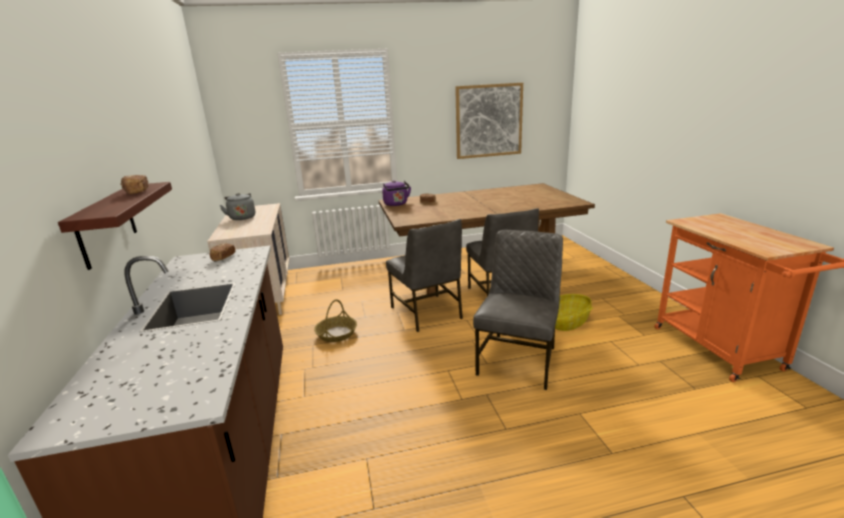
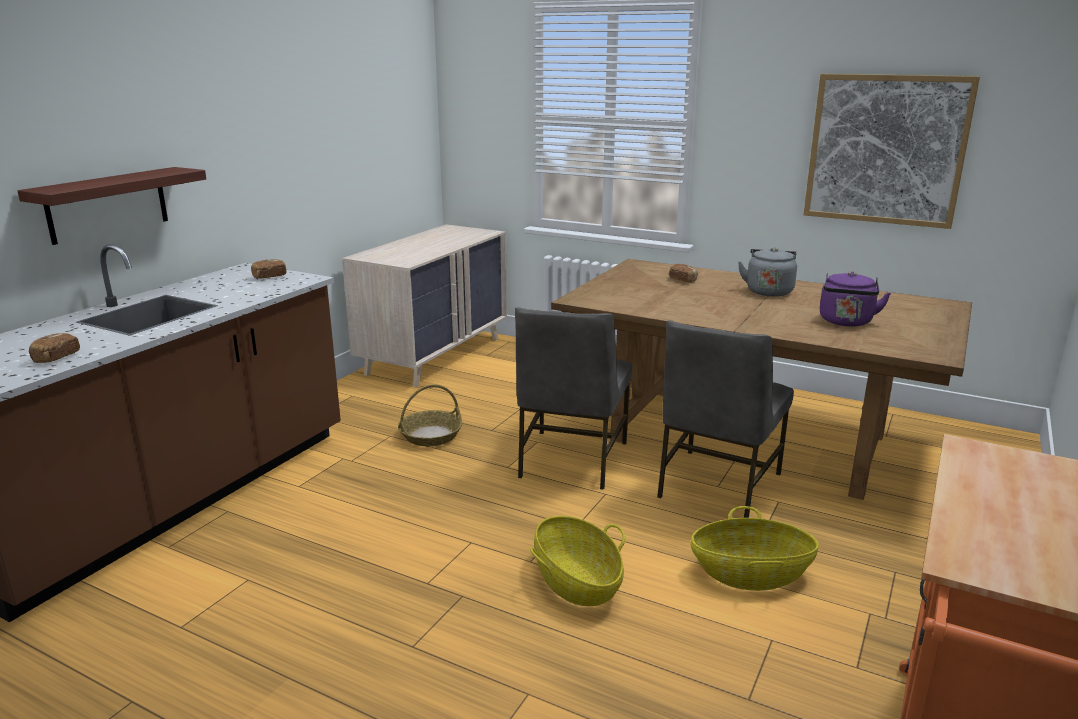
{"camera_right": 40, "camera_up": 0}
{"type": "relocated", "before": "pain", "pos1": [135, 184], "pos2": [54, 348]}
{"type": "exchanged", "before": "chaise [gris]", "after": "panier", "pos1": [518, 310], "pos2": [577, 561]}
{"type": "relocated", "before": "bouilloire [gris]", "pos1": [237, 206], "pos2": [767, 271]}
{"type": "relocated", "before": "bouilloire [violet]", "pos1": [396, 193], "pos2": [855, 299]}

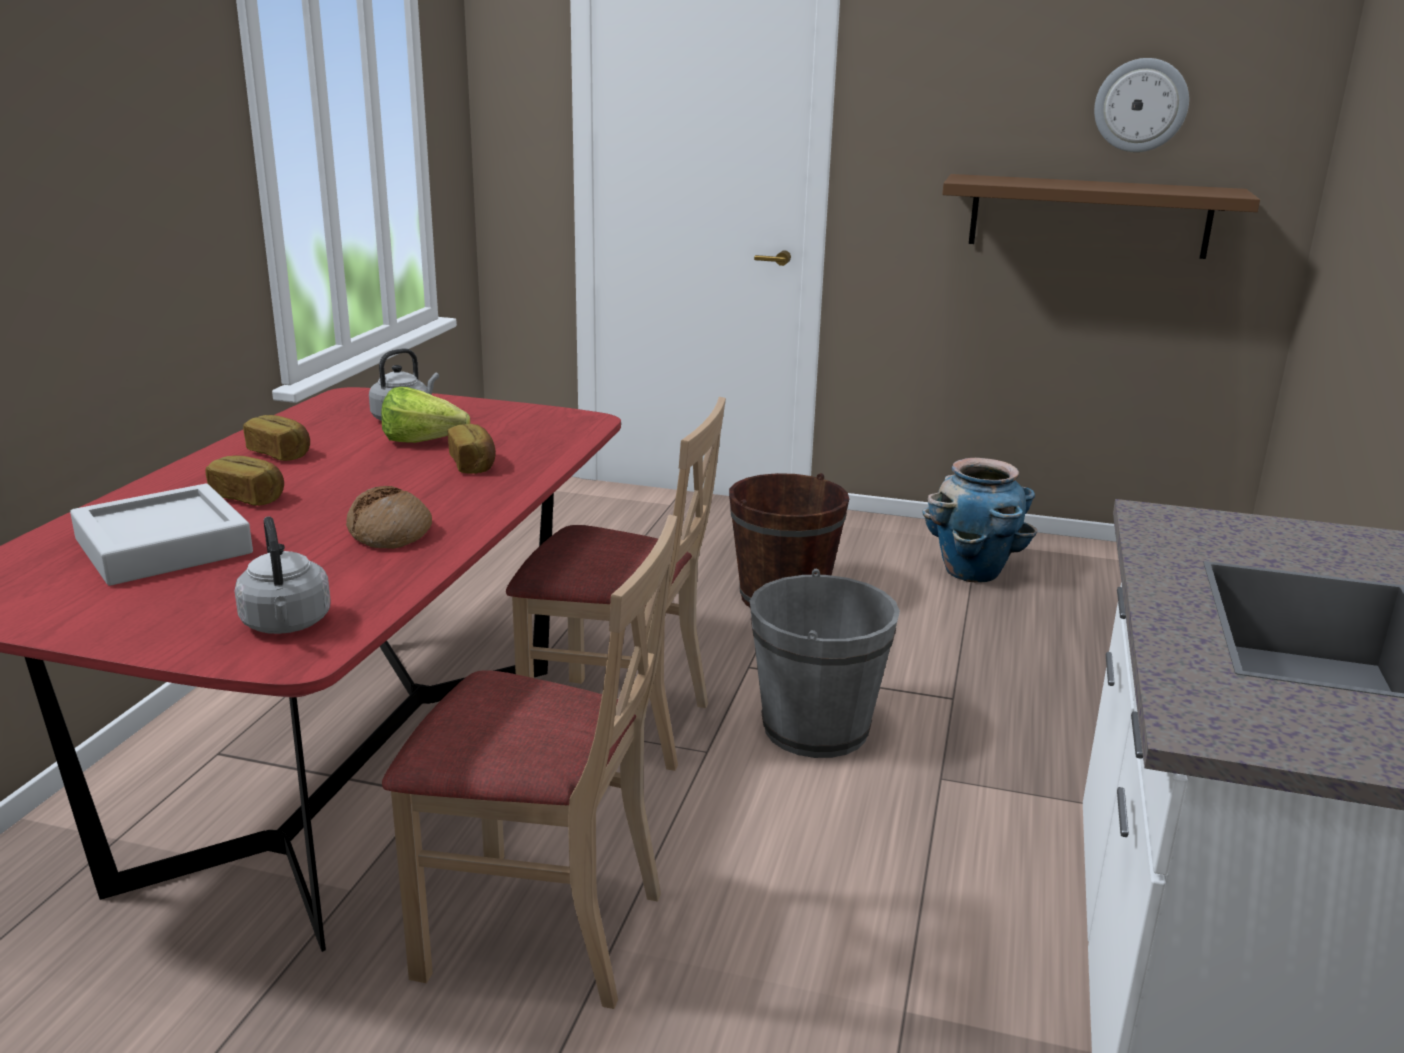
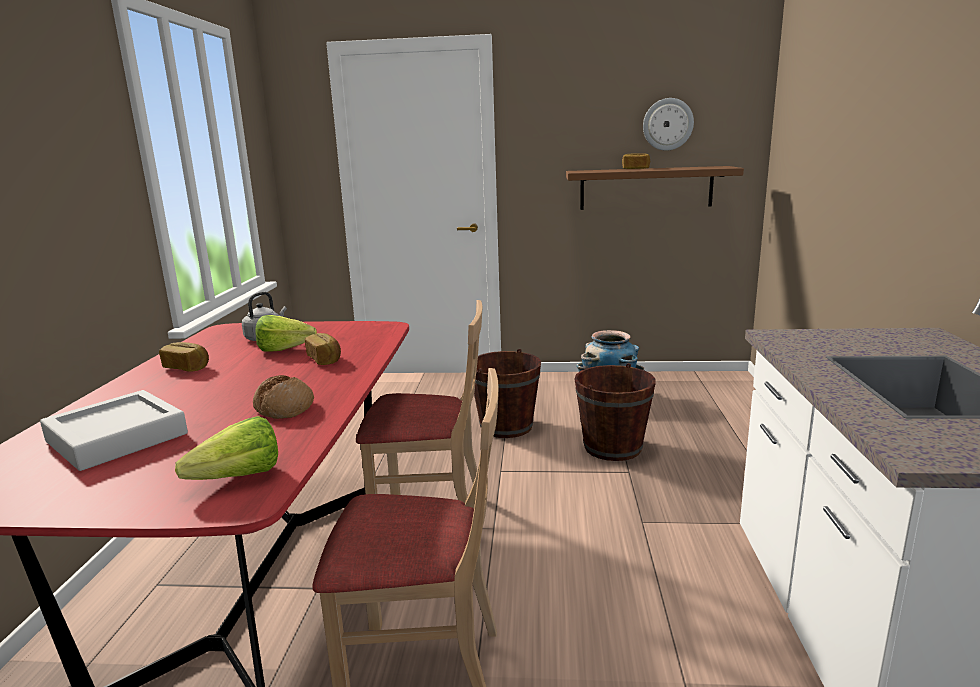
{"camera_right": -10, "camera_up": -5}
{"type": "exchanged", "before": "bouilloire [gris]", "after": "laitue", "pos1": [283, 575], "pos2": [226, 448]}
{"type": "appeared", "after": "seau [marron]", "pos2": [615, 412]}
{"type": "relocated", "before": "pain", "pos1": [244, 481], "pos2": [636, 161]}
{"type": "missing", "before": "seau [gris]", "pos1": [825, 663]}

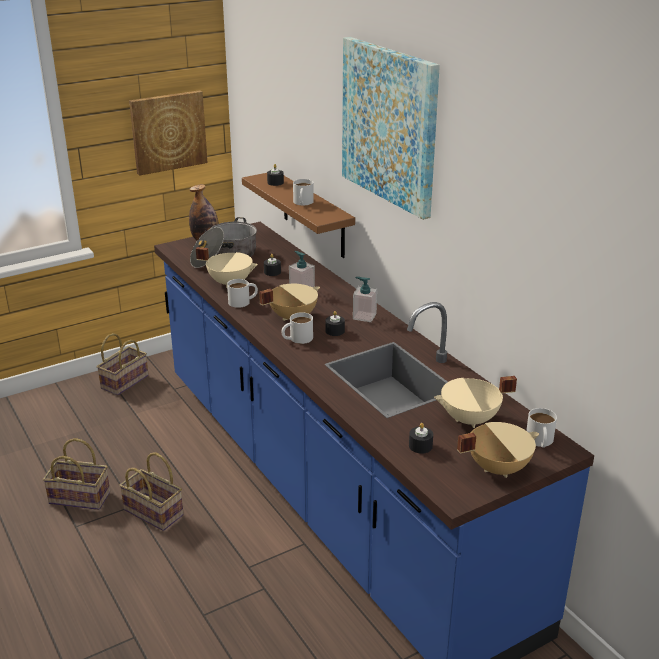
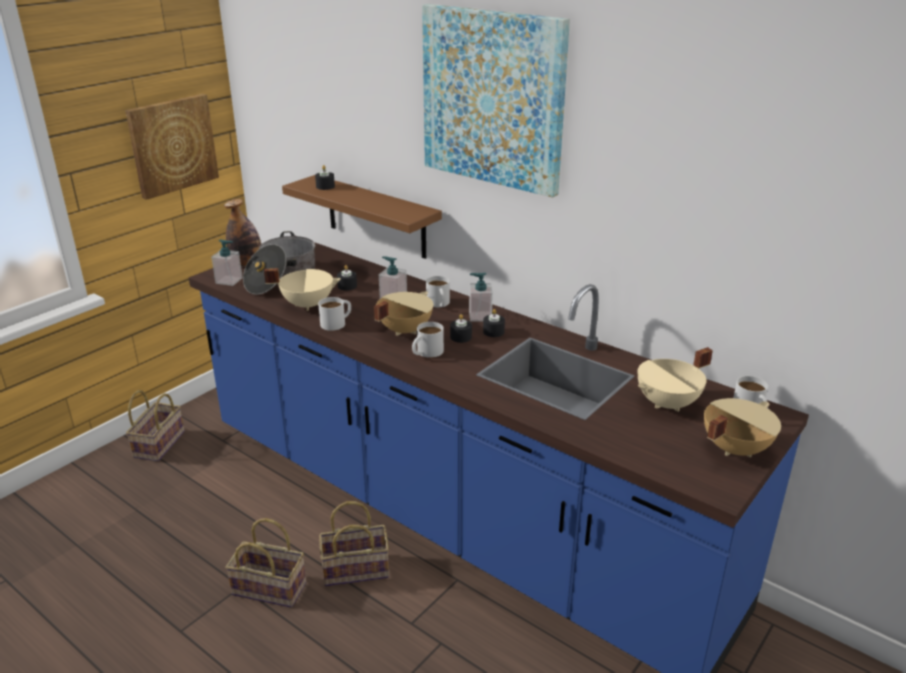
{"camera_right": -20, "camera_up": 0}
{"type": "appeared", "after": "distributeur de savon", "pos2": [227, 262]}
{"type": "relocated", "before": "panier", "pos1": [76, 474], "pos2": [354, 543]}
{"type": "relocated", "before": "mug [blanc]", "pos1": [303, 192], "pos2": [438, 292]}
{"type": "relocated", "before": "bougie [noir]", "pos1": [421, 438], "pos2": [494, 323]}

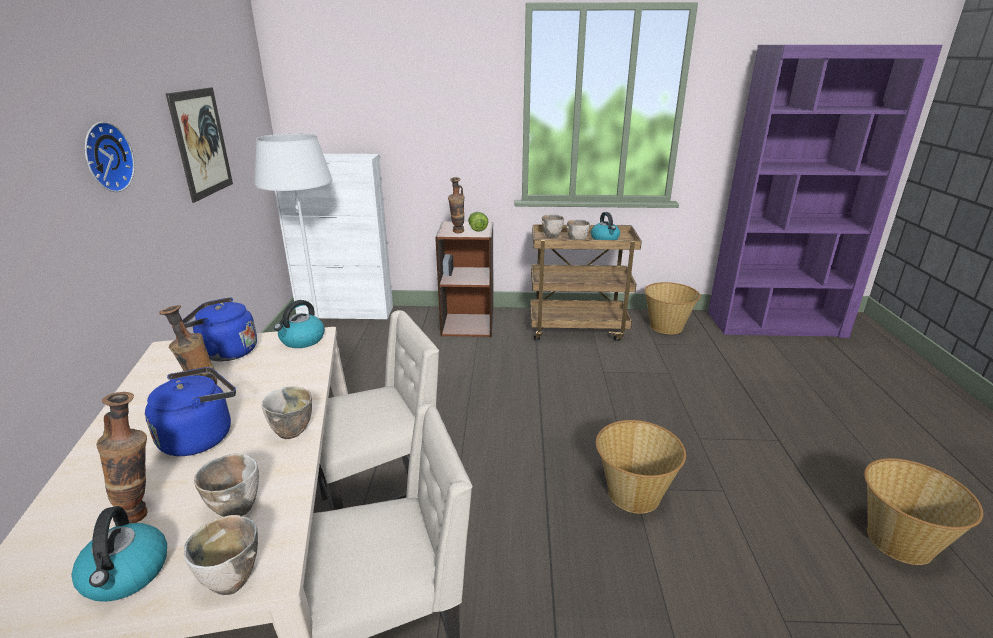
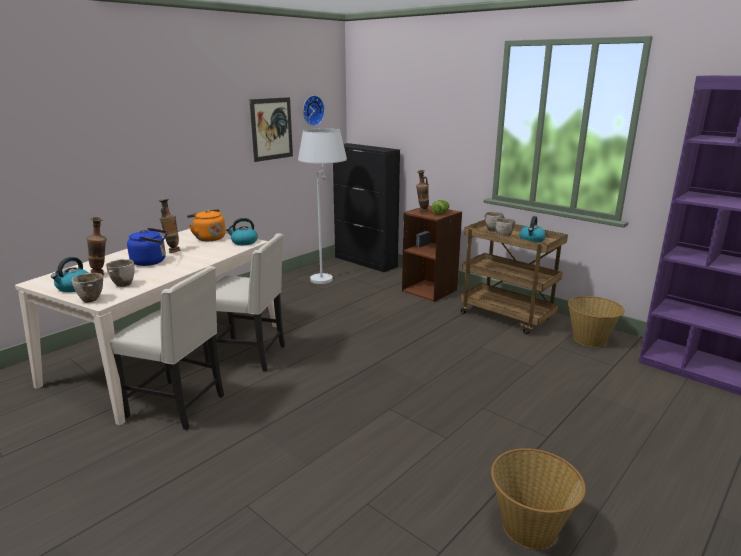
{"camera_right": 40, "camera_up": -5}
{"type": "colour", "before": "bouilloire [bleu]", "after": "bouilloire [orange]", "pos1": [219, 329], "pos2": [206, 225]}
{"type": "relocated", "before": "horloge murale", "pos1": [110, 157], "pos2": [314, 110]}
{"type": "colour", "before": "meuble de rangement [blanc]", "after": "meuble de rangement [noir]", "pos1": [334, 236], "pos2": [366, 207]}
{"type": "missing", "before": "bol", "pos1": [287, 412]}
{"type": "missing", "before": "panier", "pos1": [641, 467]}

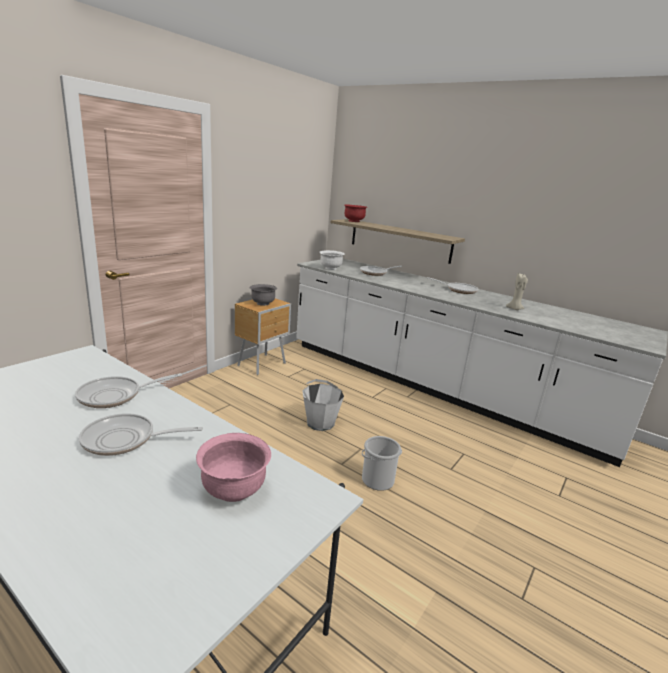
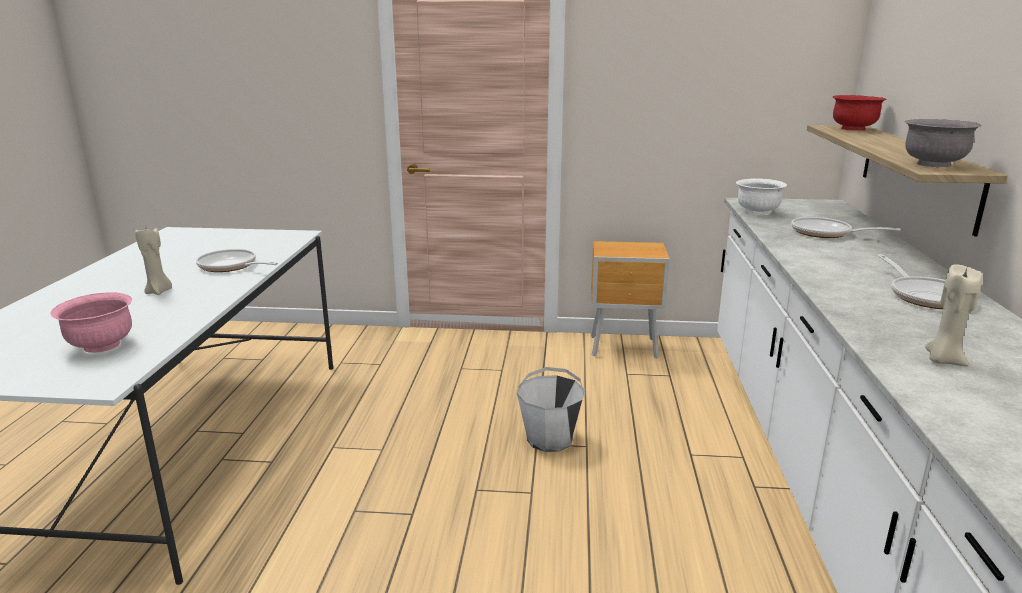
{"camera_right": 60, "camera_up": 0}
{"type": "exchanged", "before": "poêle", "after": "bougie [beige]", "pos1": [141, 434], "pos2": [153, 261]}
{"type": "relocated", "before": "bol [gris]", "pos1": [263, 295], "pos2": [943, 143]}
{"type": "missing", "before": "seau", "pos1": [382, 463]}

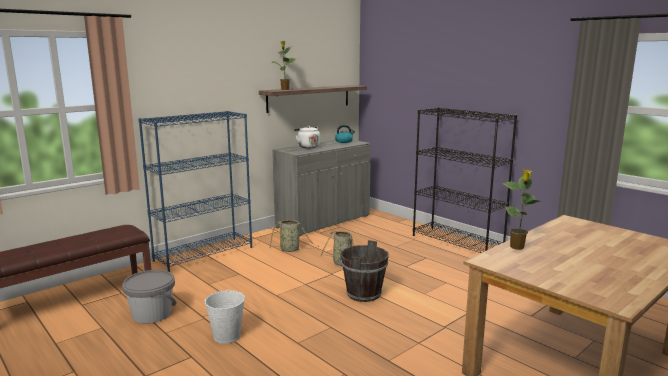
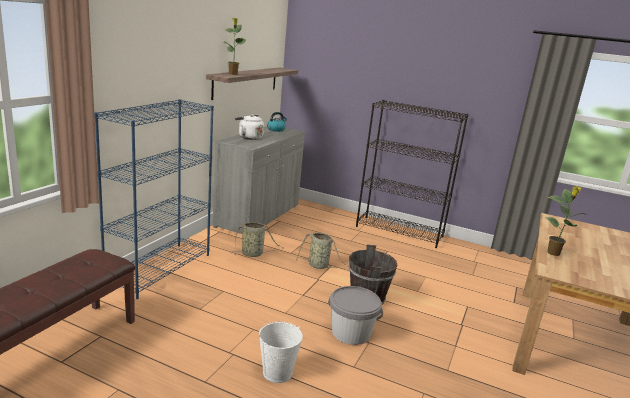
{"camera_right": -25, "camera_up": 5}
{"type": "relocated", "before": "seau [gris]", "pos1": [149, 297], "pos2": [355, 315]}

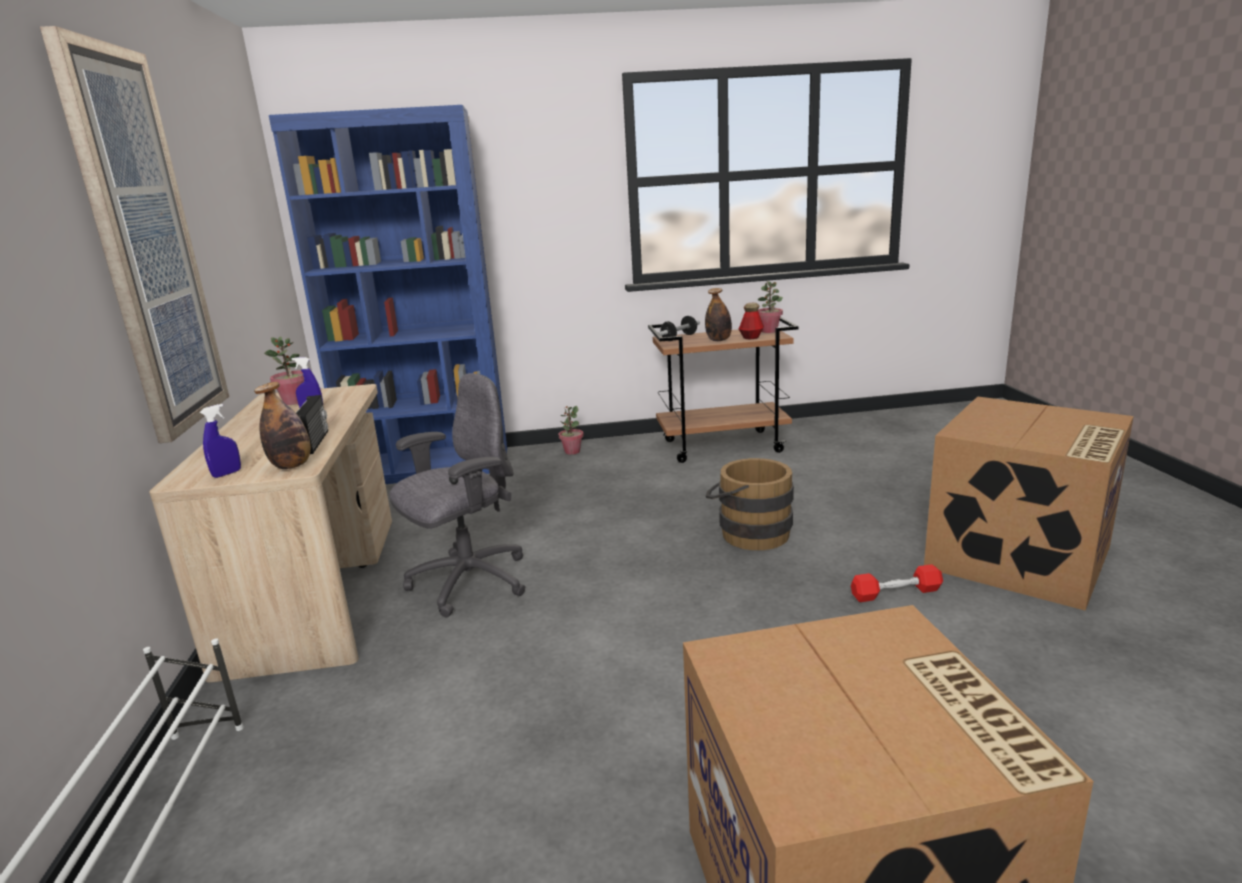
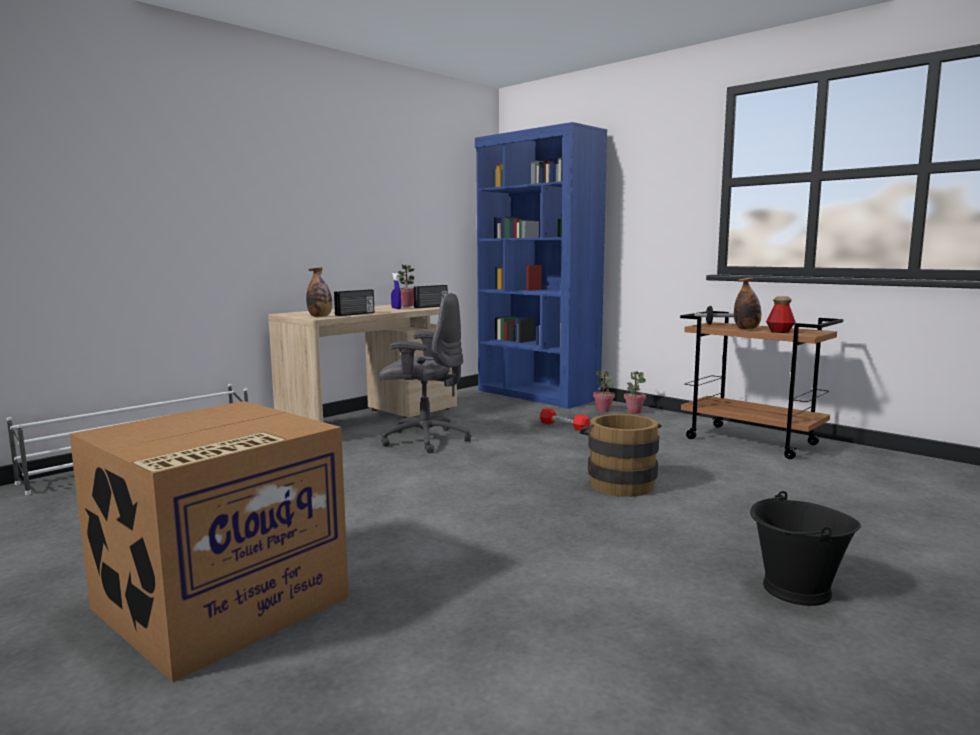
{"camera_right": 50, "camera_up": -10}
{"type": "appeared", "after": "radio", "pos2": [431, 296]}
{"type": "relocated", "before": "haltère [rouge]", "pos1": [897, 583], "pos2": [565, 419]}
{"type": "relocated", "before": "plante en pot", "pos1": [770, 307], "pos2": [604, 391]}
{"type": "exchanged", "before": "carton", "after": "seau [noir]", "pos1": [1029, 503], "pos2": [805, 548]}
{"type": "missing", "before": "tableau", "pos1": [134, 234]}
{"type": "missing", "before": "vaporisateur [bleu]", "pos1": [220, 441]}

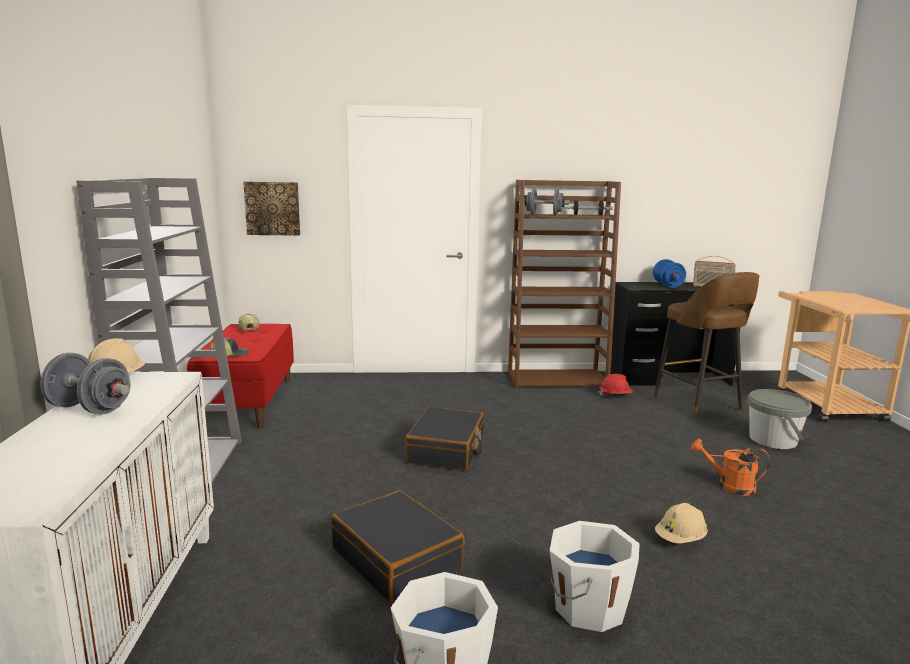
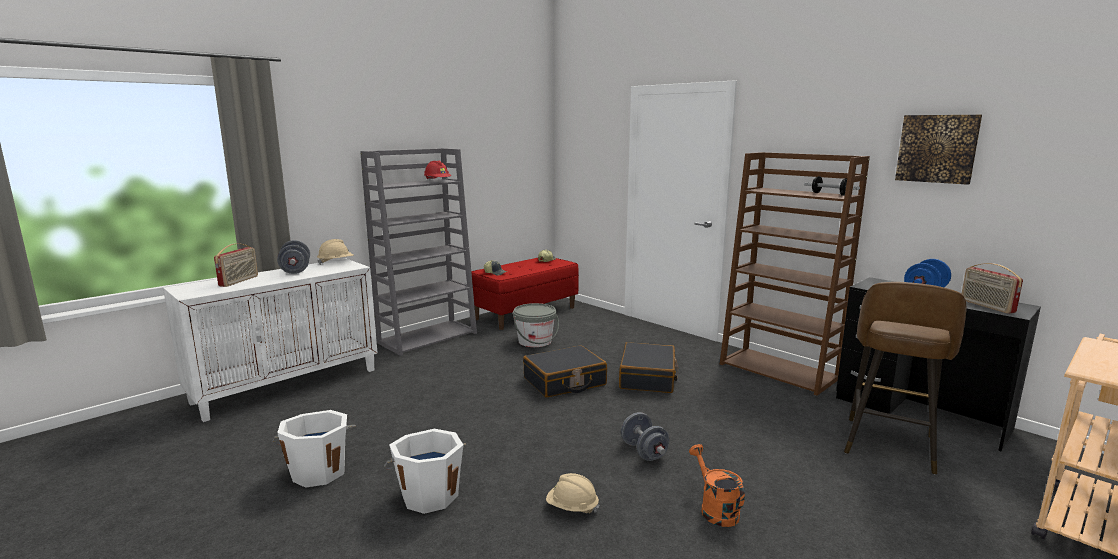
{"camera_right": 50, "camera_up": 0}
{"type": "appeared", "after": "radio", "pos2": [236, 265]}
{"type": "relocated", "before": "casque de chantier [rouge]", "pos1": [616, 385], "pos2": [437, 171]}
{"type": "relocated", "before": "seau [gris]", "pos1": [779, 419], "pos2": [536, 325]}
{"type": "relocated", "before": "valise [noir]", "pos1": [398, 546], "pos2": [649, 367]}
{"type": "relocated", "before": "haltère [gris]", "pos1": [546, 202], "pos2": [645, 436]}
{"type": "relocated", "before": "tableau", "pos1": [271, 209], "pos2": [938, 150]}

